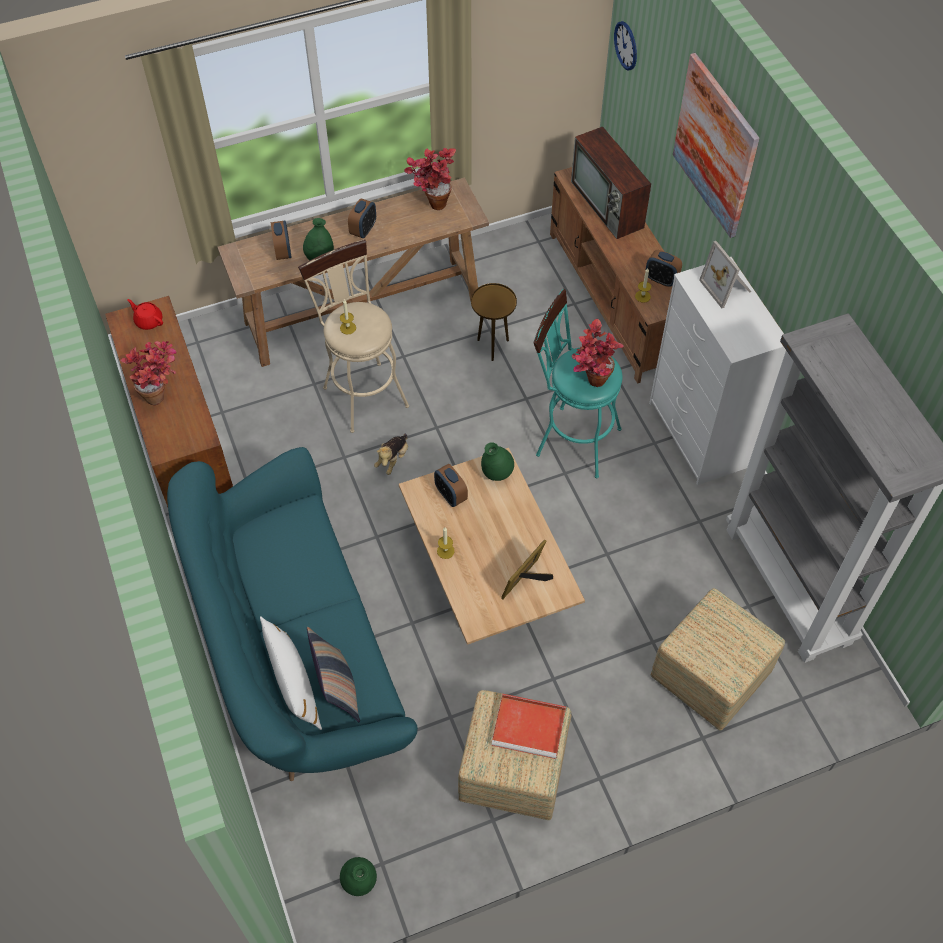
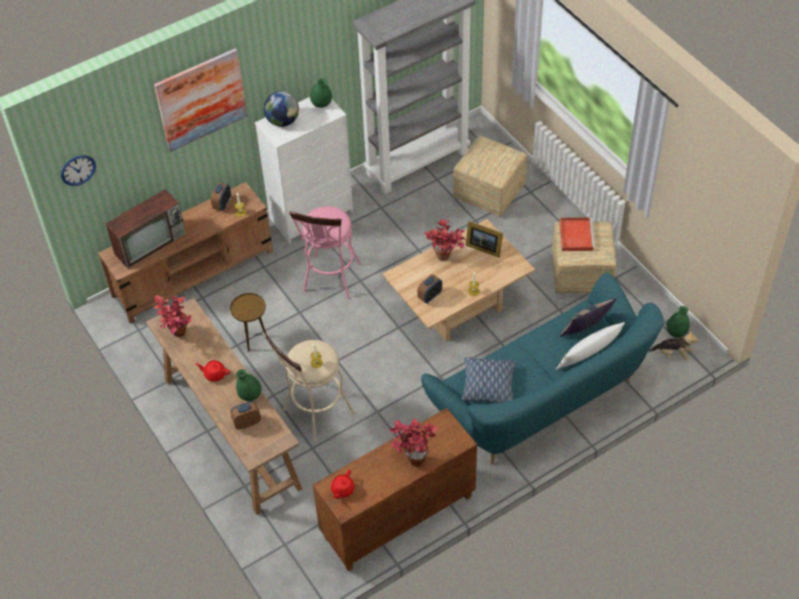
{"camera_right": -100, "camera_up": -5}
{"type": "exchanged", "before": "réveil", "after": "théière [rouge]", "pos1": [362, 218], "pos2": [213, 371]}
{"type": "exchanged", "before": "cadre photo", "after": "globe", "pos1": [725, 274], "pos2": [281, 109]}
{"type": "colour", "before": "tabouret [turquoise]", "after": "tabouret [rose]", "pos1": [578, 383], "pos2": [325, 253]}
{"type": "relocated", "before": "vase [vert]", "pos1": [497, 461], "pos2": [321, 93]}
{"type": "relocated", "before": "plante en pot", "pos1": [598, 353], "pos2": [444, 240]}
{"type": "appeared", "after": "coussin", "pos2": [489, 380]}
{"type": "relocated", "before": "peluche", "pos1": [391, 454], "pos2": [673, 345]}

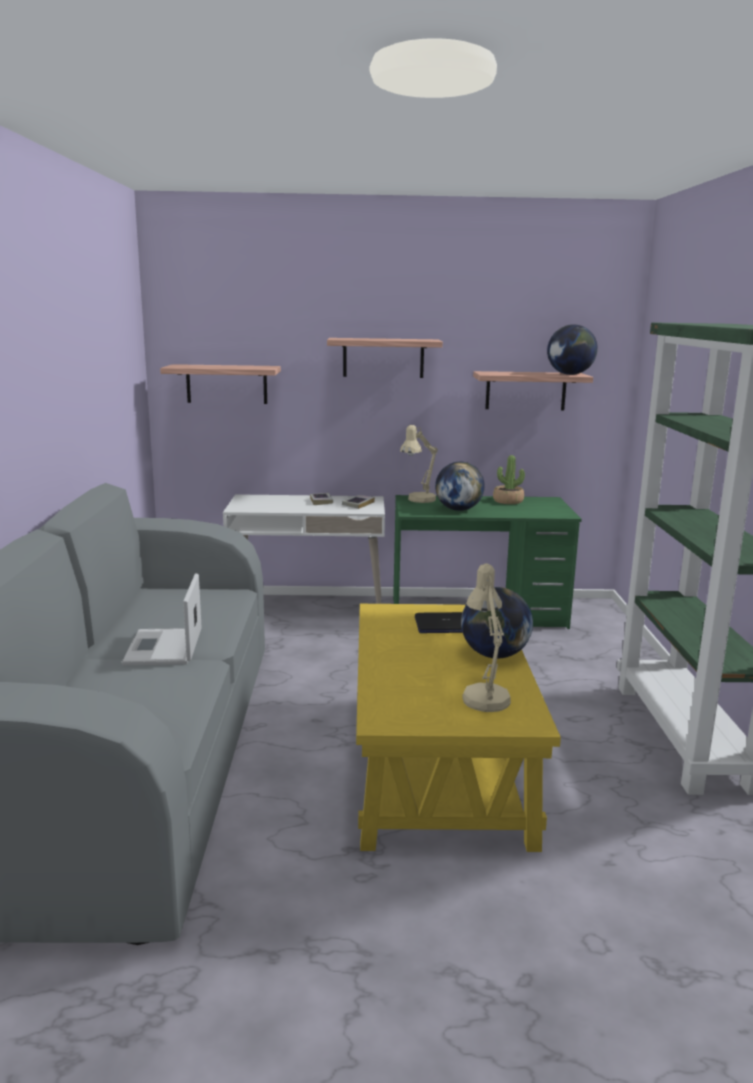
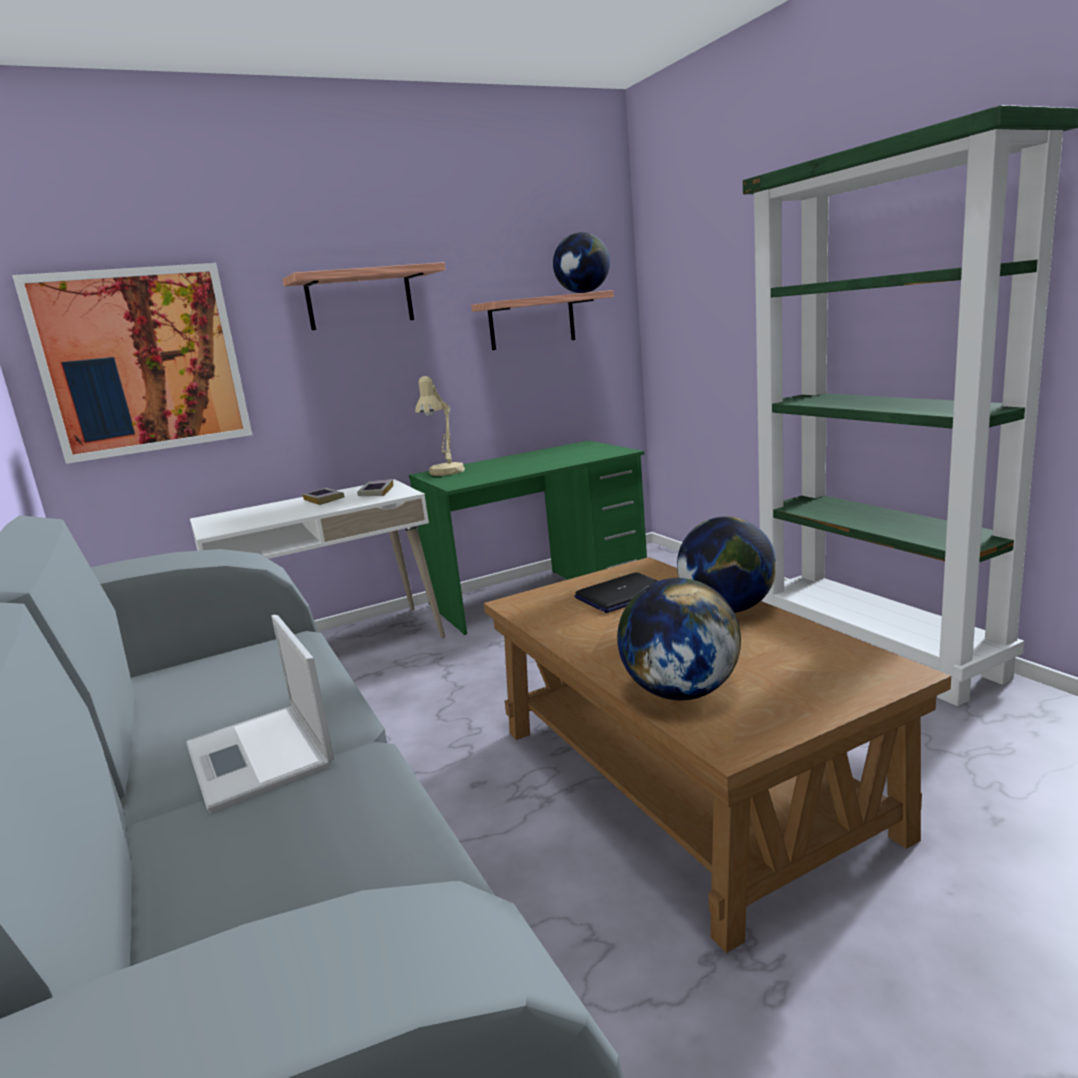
{"camera_right": -25, "camera_up": 0}
{"type": "exchanged", "before": "étagère", "after": "tableau", "pos1": [220, 384], "pos2": [132, 363]}
{"type": "colour", "before": "table basse [jaune]", "after": "table basse [marron]", "pos1": [458, 728], "pos2": [717, 755]}
{"type": "relocated", "before": "globe", "pos1": [460, 486], "pos2": [679, 639]}
{"type": "missing", "before": "lampe de table [beige]", "pos1": [487, 637]}
{"type": "missing", "before": "plante en pot", "pos1": [509, 479]}

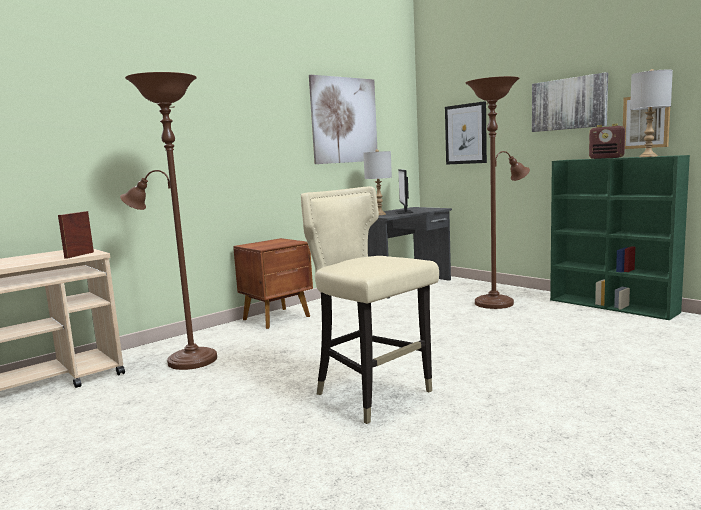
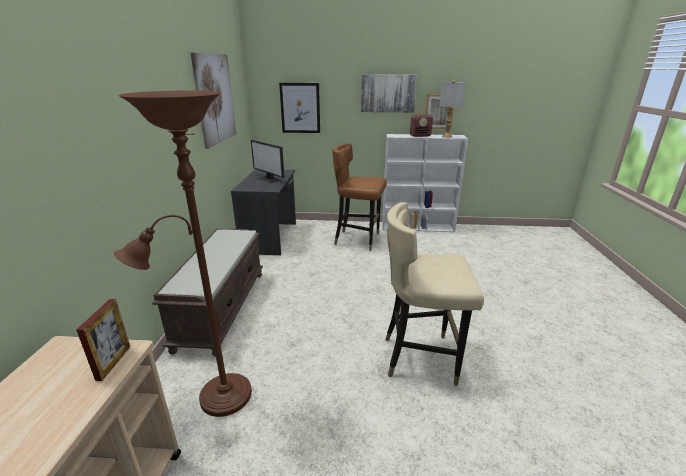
{"camera_right": -45, "camera_up": 15}
{"type": "spun", "before": "cadre photo", "pos1": [76, 234], "pos2": [103, 340], "turn": -150}
{"type": "exchanged", "before": "table de chevet [marron]", "after": "banc [marron]", "pos1": [273, 283], "pos2": [207, 292]}
{"type": "exchanged", "before": "lampadaire [marron]", "after": "chaise [marron]", "pos1": [498, 192], "pos2": [359, 197]}
{"type": "colour", "before": "bibliothèque [vert]", "after": "bibliothèque [blanc]", "pos1": [620, 237], "pos2": [425, 183]}
{"type": "missing", "before": "lampe de table [gris]", "pos1": [377, 182]}

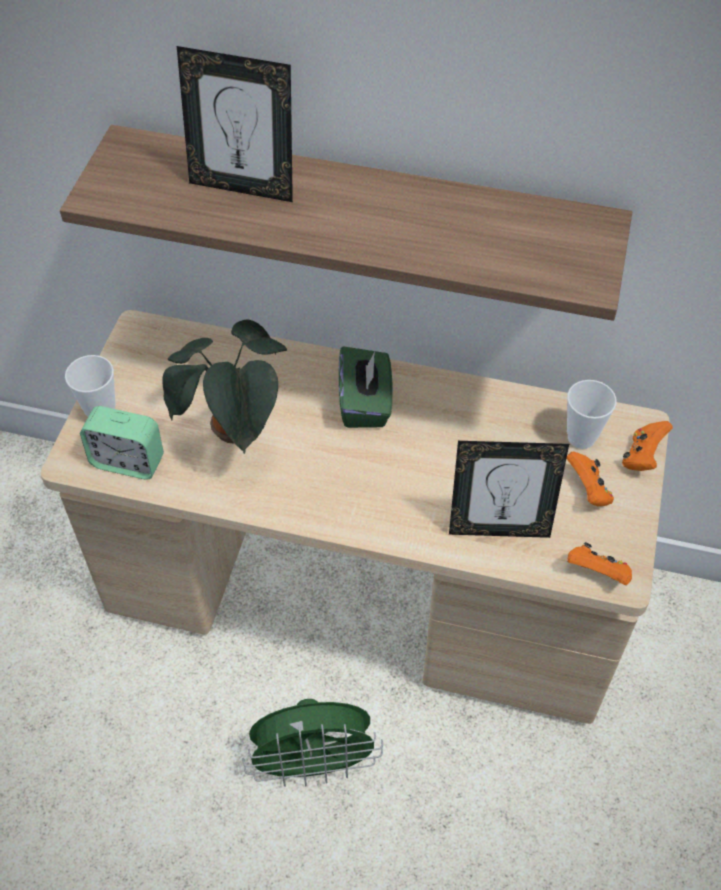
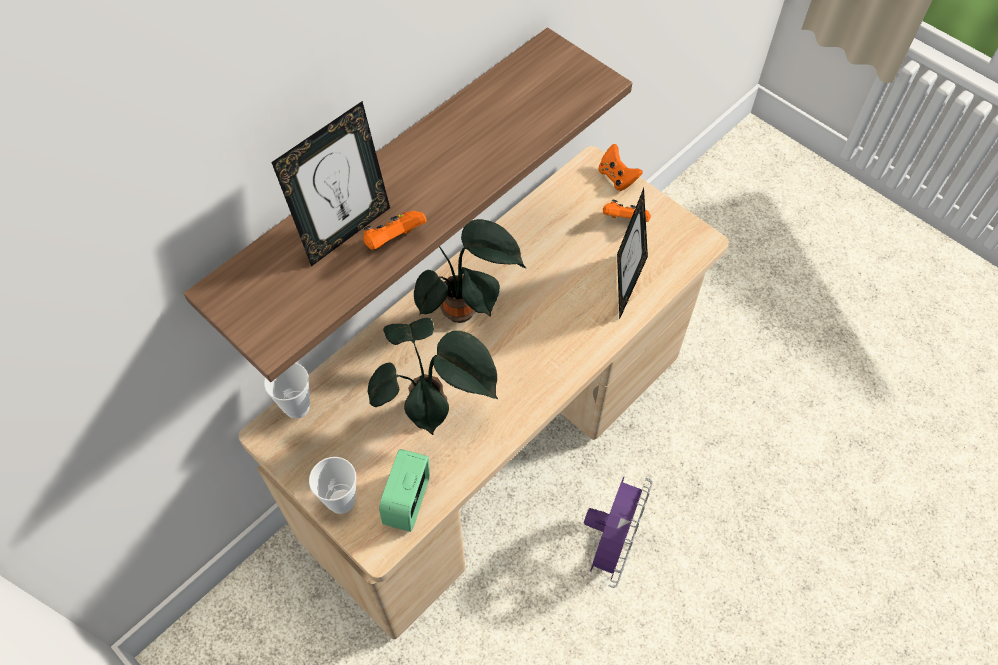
{"camera_right": -60, "camera_up": 5}
{"type": "relocated", "before": "tasse", "pos1": [592, 414], "pos2": [287, 391]}
{"type": "relocated", "before": "manette [orange]", "pos1": [599, 563], "pos2": [395, 230]}
{"type": "spun", "before": "réveil", "pos1": [122, 443], "pos2": [404, 490], "turn": 150}
{"type": "exchanged", "before": "boîte à mouchoirs [vert]", "after": "plante en pot", "pos1": [366, 387], "pos2": [470, 271]}
{"type": "colour", "before": "ventilateur [vert]", "after": "ventilateur [violet]", "pos1": [312, 743], "pos2": [618, 532]}
{"type": "spun", "before": "cadre photo", "pos1": [509, 489], "pos2": [632, 254], "turn": 150}

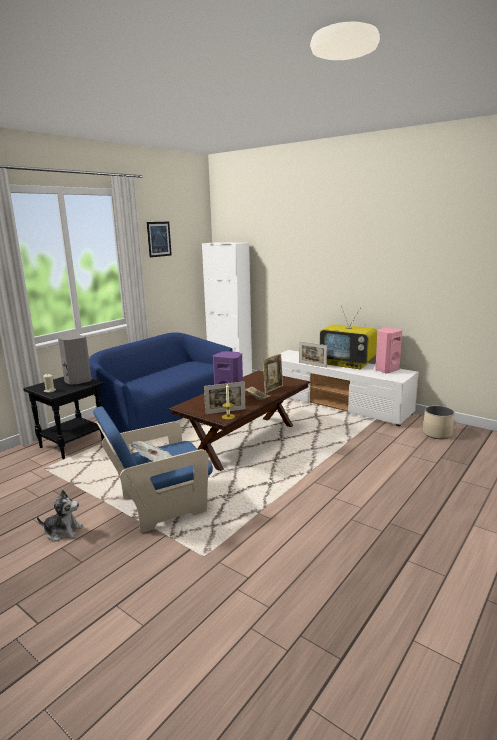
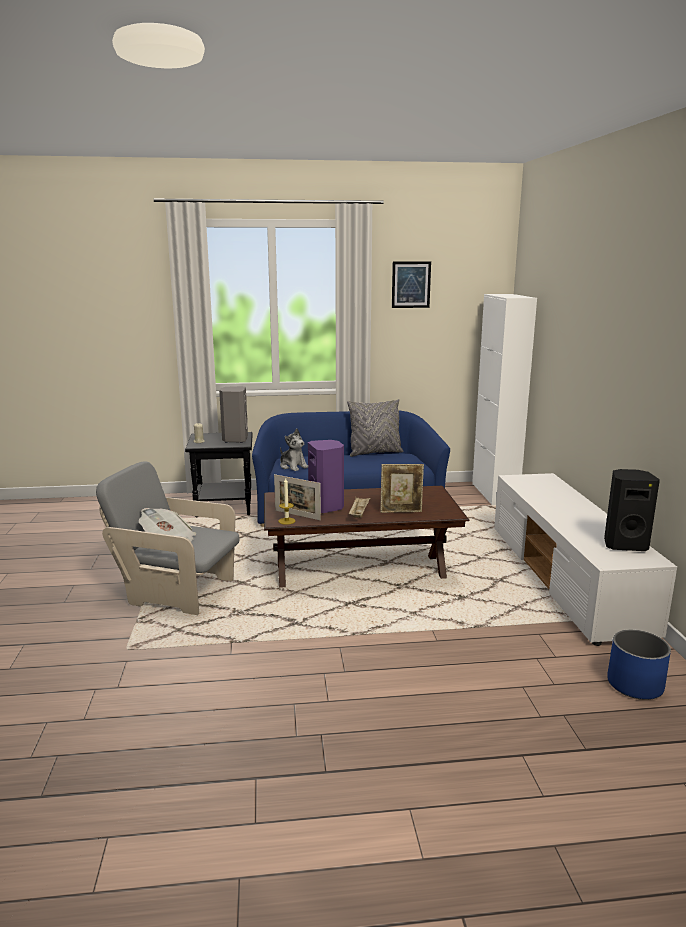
{"camera_right": 45, "camera_up": 0}
{"type": "colour", "before": "fauteuil [bleu]", "after": "fauteuil [gris]", "pos1": [153, 469], "pos2": [168, 538]}
{"type": "relocated", "before": "peluche", "pos1": [60, 515], "pos2": [294, 449]}
{"type": "appeared", "after": "coussin [gris]", "pos2": [375, 428]}
{"type": "colour", "before": "enceinte [rose]", "after": "enceinte [noir]", "pos1": [388, 351], "pos2": [632, 510]}
{"type": "colour", "before": "cache-pot [beige]", "after": "cache-pot [bleu]", "pos1": [439, 422], "pos2": [639, 664]}
{"type": "missing", "before": "cadre photo", "pos1": [313, 354]}
{"type": "missing", "before": "téléviseur", "pos1": [348, 337]}

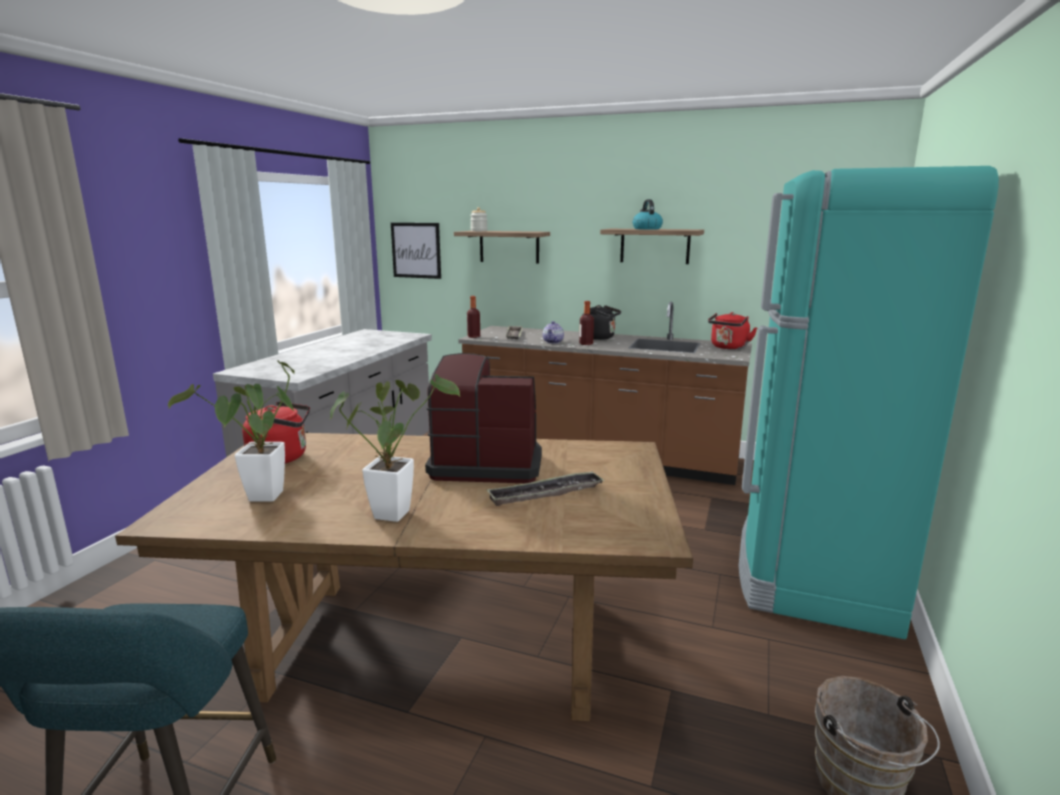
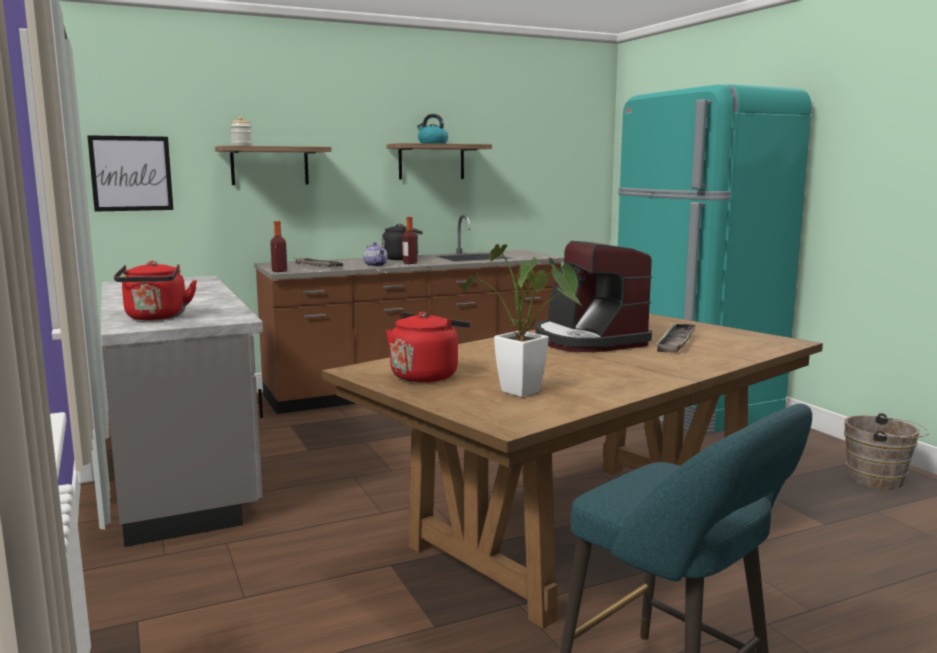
{"camera_right": -45, "camera_up": -5}
{"type": "relocated", "before": "bouilloire [rouge]", "pos1": [732, 330], "pos2": [155, 290]}
{"type": "spun", "before": "machine à café", "pos1": [483, 418], "pos2": [593, 296], "turn": -75}
{"type": "missing", "before": "plante en pot", "pos1": [395, 448]}

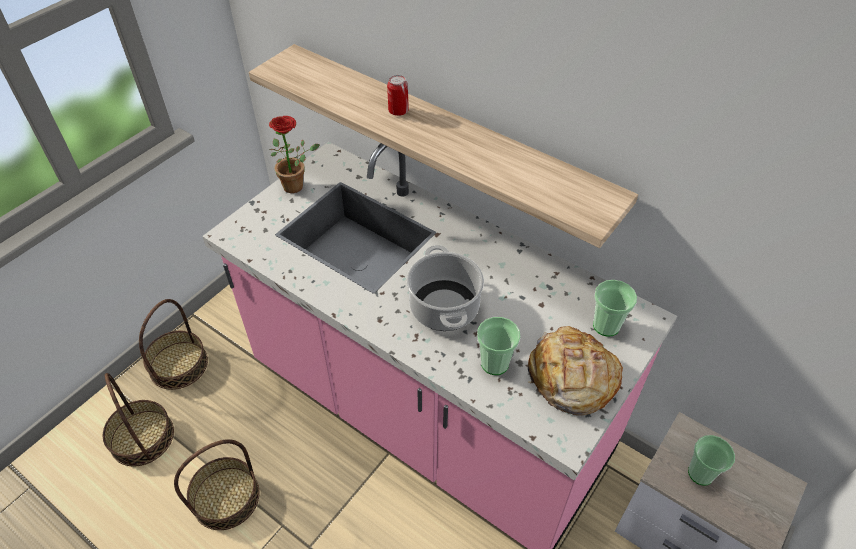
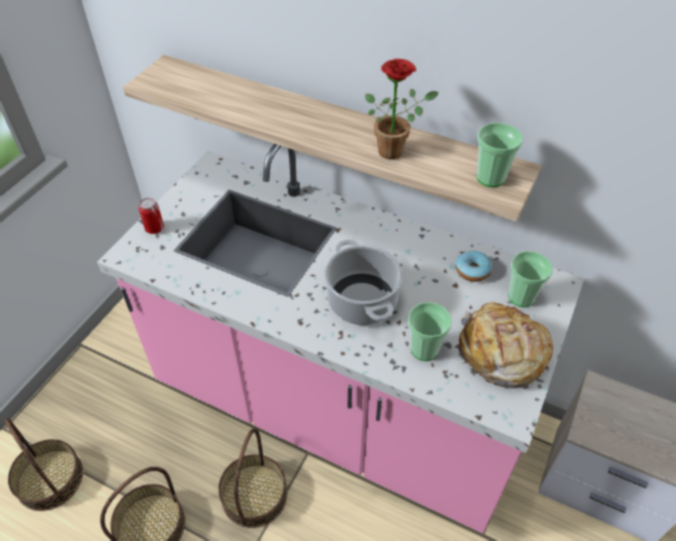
{"camera_right": -10, "camera_up": 0}
{"type": "relocated", "before": "boîte métallique", "pos1": [398, 95], "pos2": [151, 216]}
{"type": "relocated", "before": "panier", "pos1": [173, 344], "pos2": [252, 478]}
{"type": "relocated", "before": "plante en pot", "pos1": [294, 154], "pos2": [402, 109]}
{"type": "appeared", "after": "beignet", "pos2": [474, 266]}
{"type": "relocated", "before": "tasse", "pos1": [711, 460], "pos2": [500, 155]}

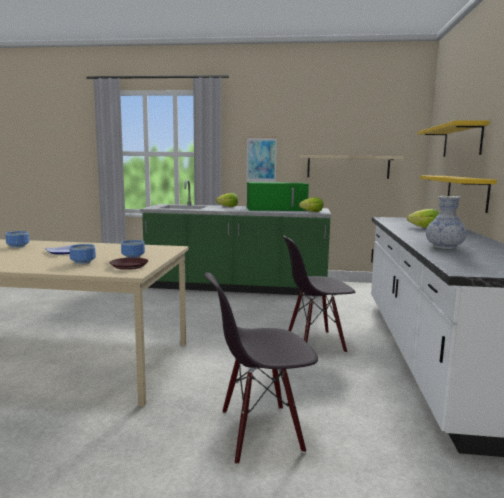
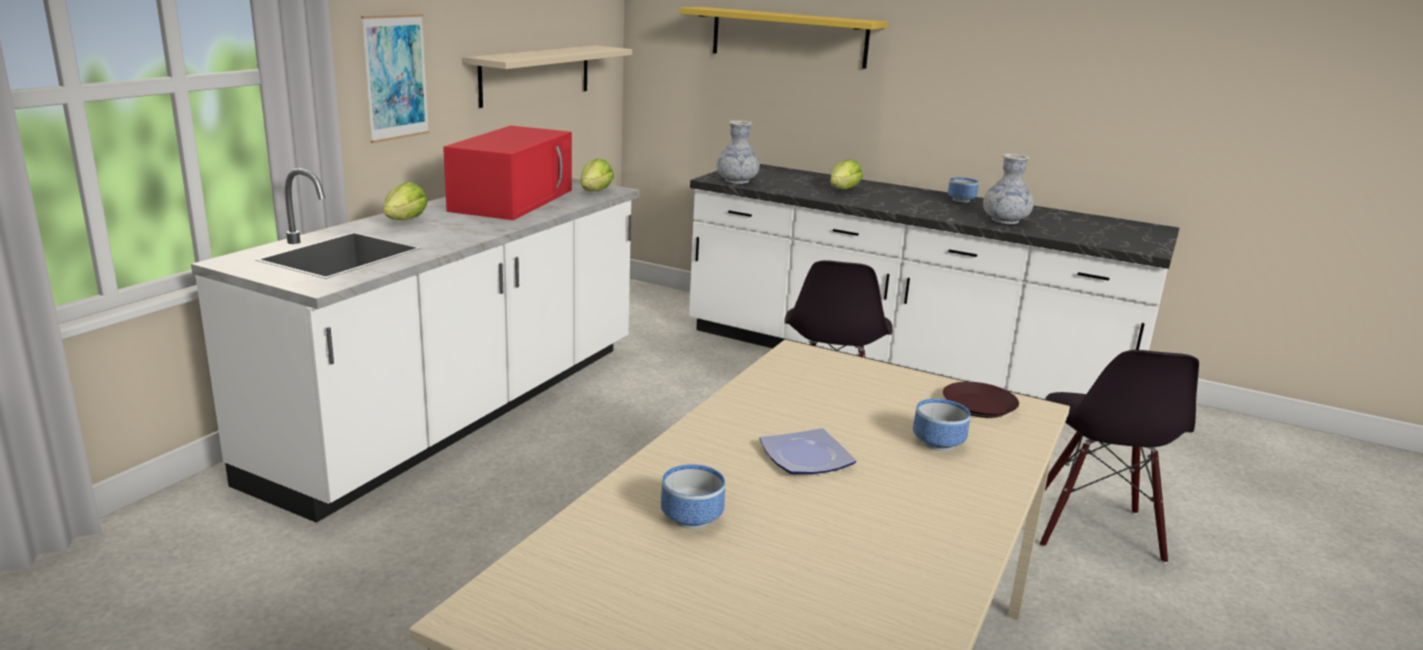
{"camera_right": -70, "camera_up": 10}
{"type": "colour", "before": "comptoir de cuisine [vert]", "after": "comptoir de cuisine [blanc]", "pos1": [236, 238], "pos2": [415, 345]}
{"type": "colour", "before": "micro-ondes [vert]", "after": "micro-ondes [rouge]", "pos1": [278, 196], "pos2": [507, 172]}
{"type": "appeared", "after": "vase", "pos2": [738, 152]}
{"type": "relocated", "before": "bol", "pos1": [133, 249], "pos2": [963, 189]}
{"type": "missing", "before": "étagère [jaune]", "pos1": [458, 194]}

